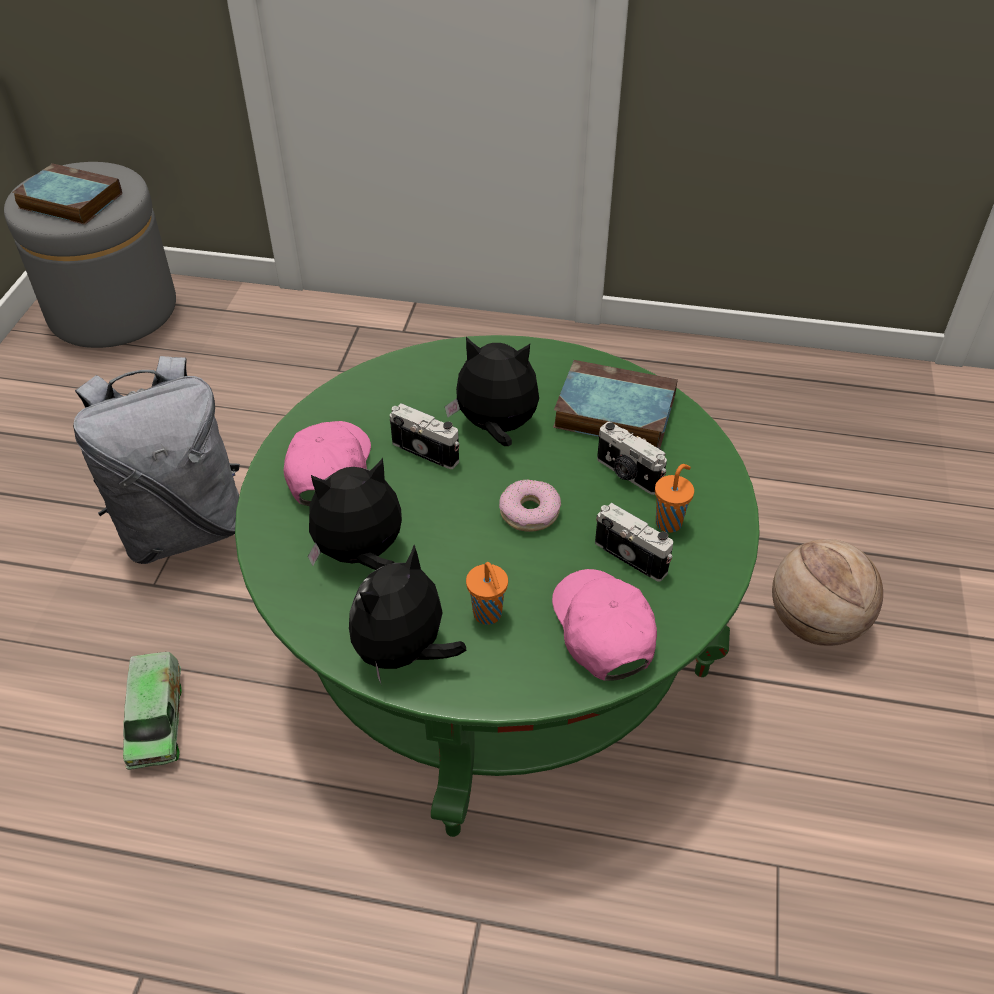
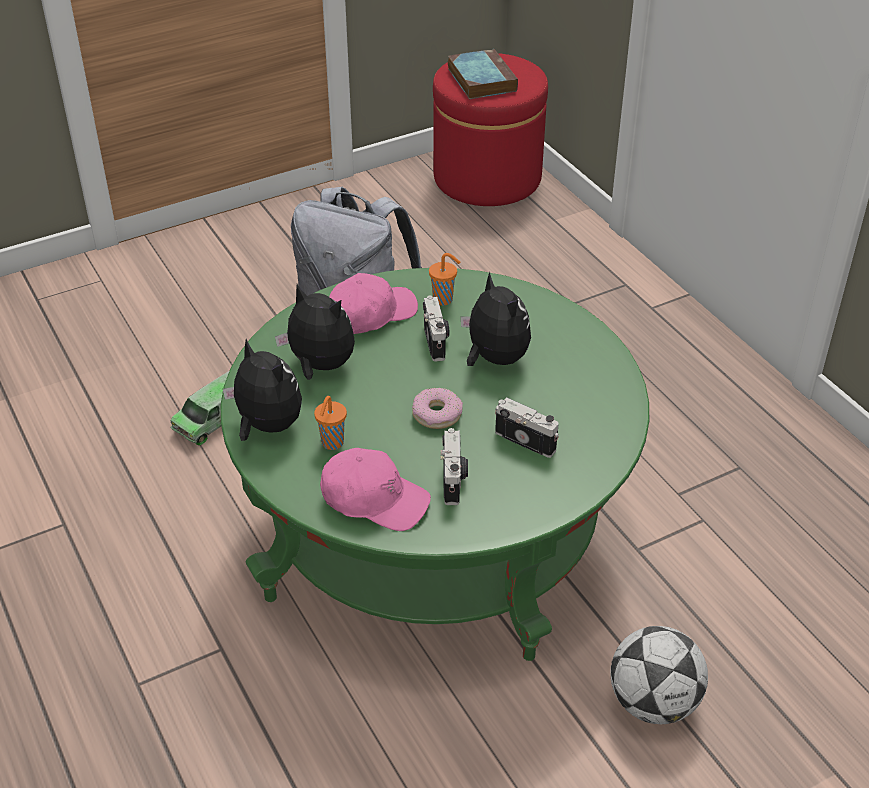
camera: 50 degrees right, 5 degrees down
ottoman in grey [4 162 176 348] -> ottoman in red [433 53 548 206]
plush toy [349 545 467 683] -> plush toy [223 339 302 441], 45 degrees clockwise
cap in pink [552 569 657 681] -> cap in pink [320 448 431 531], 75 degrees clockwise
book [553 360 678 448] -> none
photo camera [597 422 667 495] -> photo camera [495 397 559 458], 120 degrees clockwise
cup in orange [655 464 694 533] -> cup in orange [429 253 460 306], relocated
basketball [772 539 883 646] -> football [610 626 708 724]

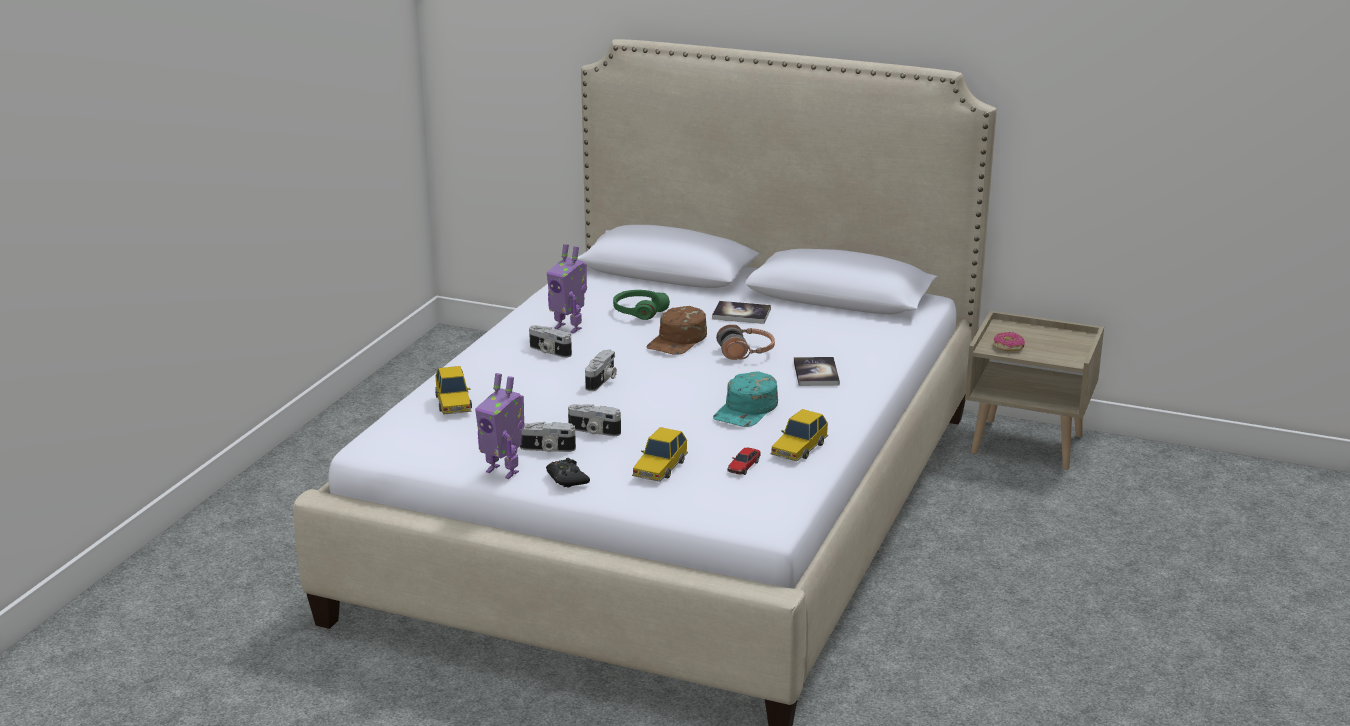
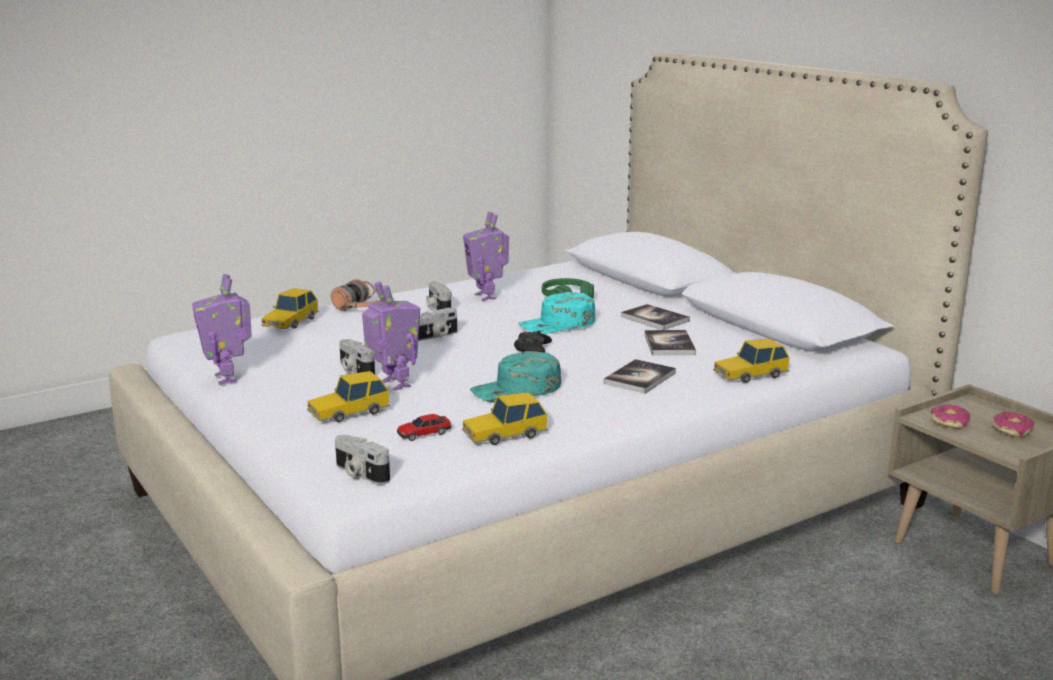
camera: 35 degrees right, 5 degrees down
photo camera [520 422 576 452] -> photo camera [335 435 390 485], relocated
game controller in black [546 458 590 487] -> game controller in black [514 331 552 352], relocated
cap in brown [647 306 707 355] -> cap in turquoise [518 292 595 334]
headphones [716 324 775 360] -> headphones [331 279 386 311], relocated
none -> toy robot [362 282 420 391]
none -> book [645 330 696 356]
none -> toy car [713 339 790 383]
none -> donut [993 412 1034 437]

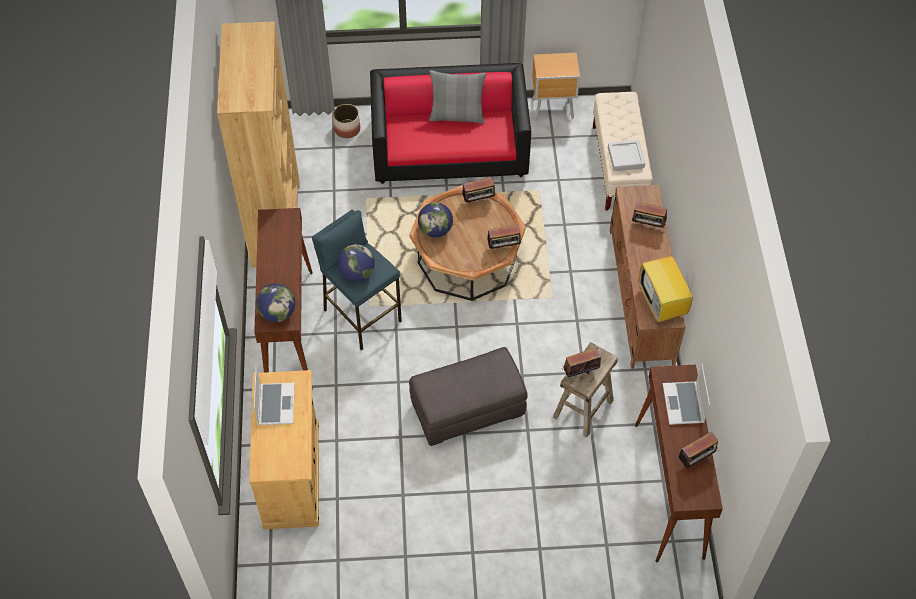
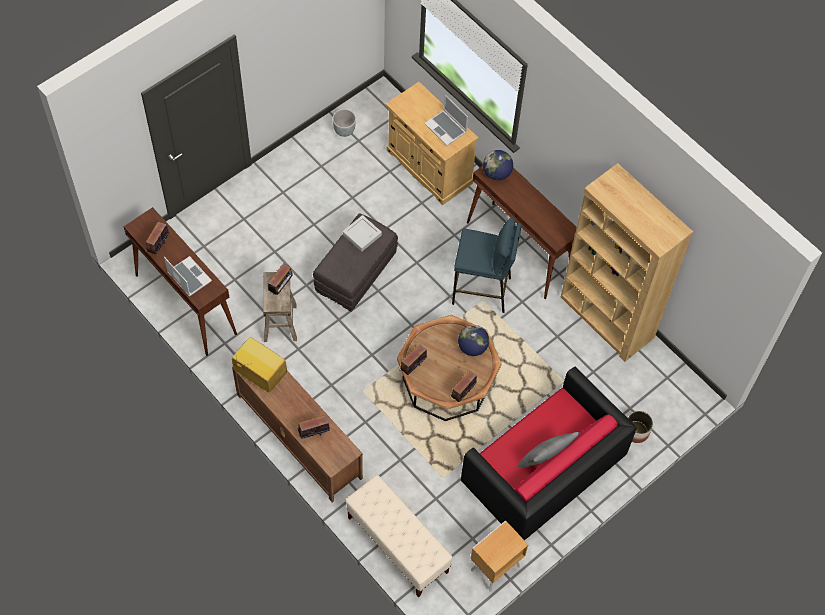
camera: 140 degrees right, 5 degrees up
globe [337 244 375 282] -> none
tray in grey [608 140 645 171] -> tray in grey [343 215 382 252], relocated
none -> planter in grey [333 109 356 137]

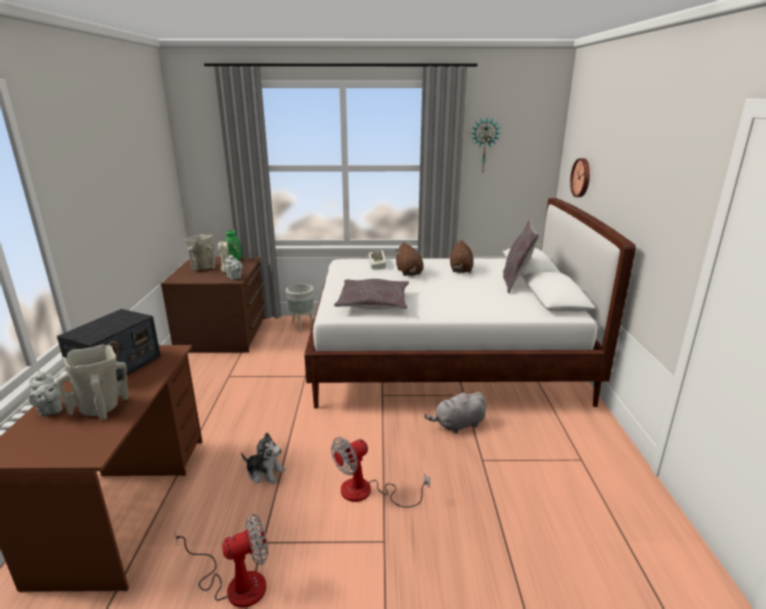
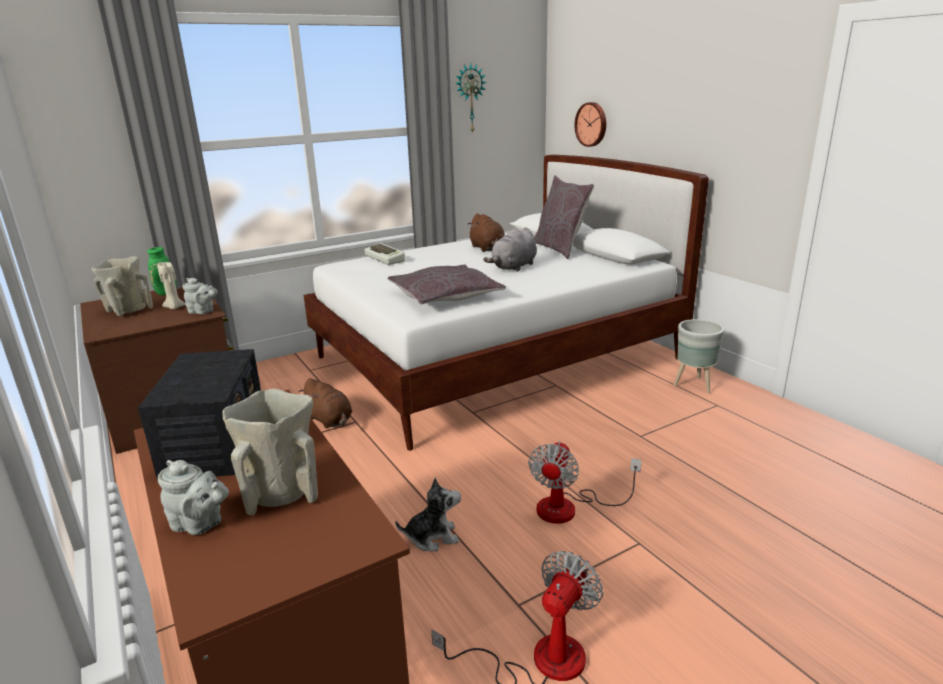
camera: 30 degrees left, 0 degrees up
planter in grey [286 284 314 331] -> planter in grey [674 319 724 393], relocated
plush toy in brown [395 243 423 276] -> plush toy in brown [299 378 352 428], relocated
plush toy in grey [424 392 486 434] -> plush toy in grey [483 227 537 271], relocated

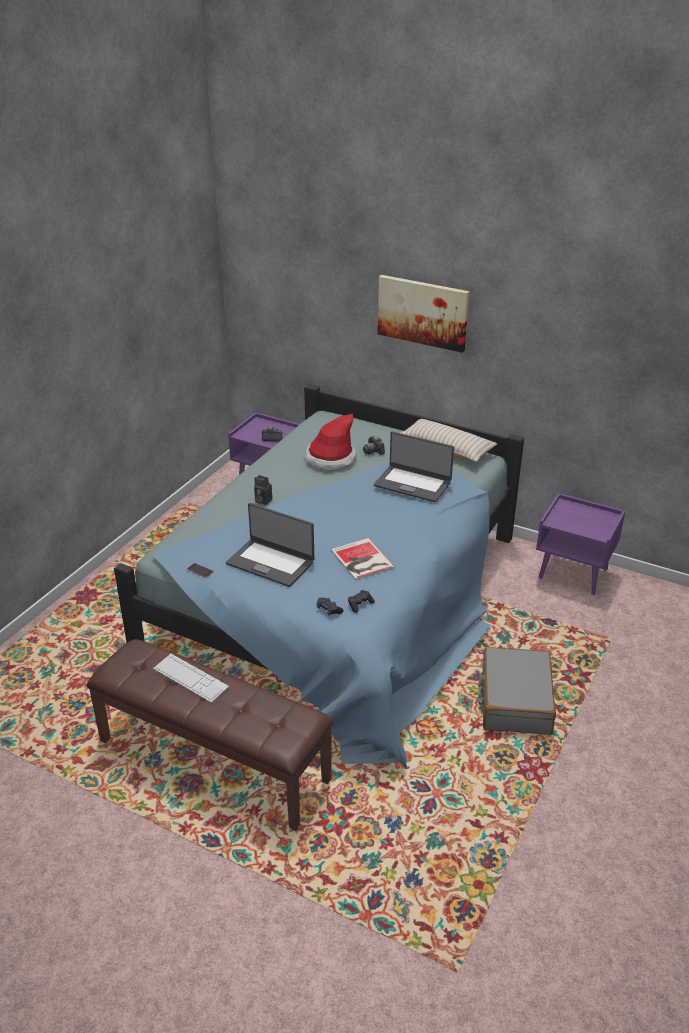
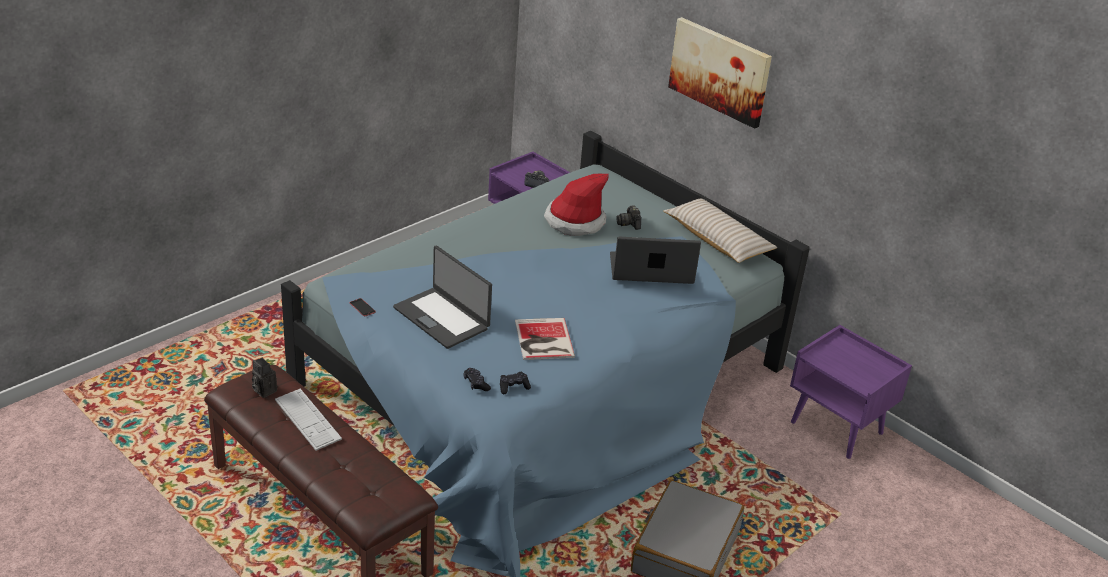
camera: 15 degrees right, 0 degrees up
photo camera [254 475 272 505] -> photo camera [252 358 277 398], relocated
laptop [374 432 454 502] -> laptop [610 237 701 284], 135 degrees clockwise

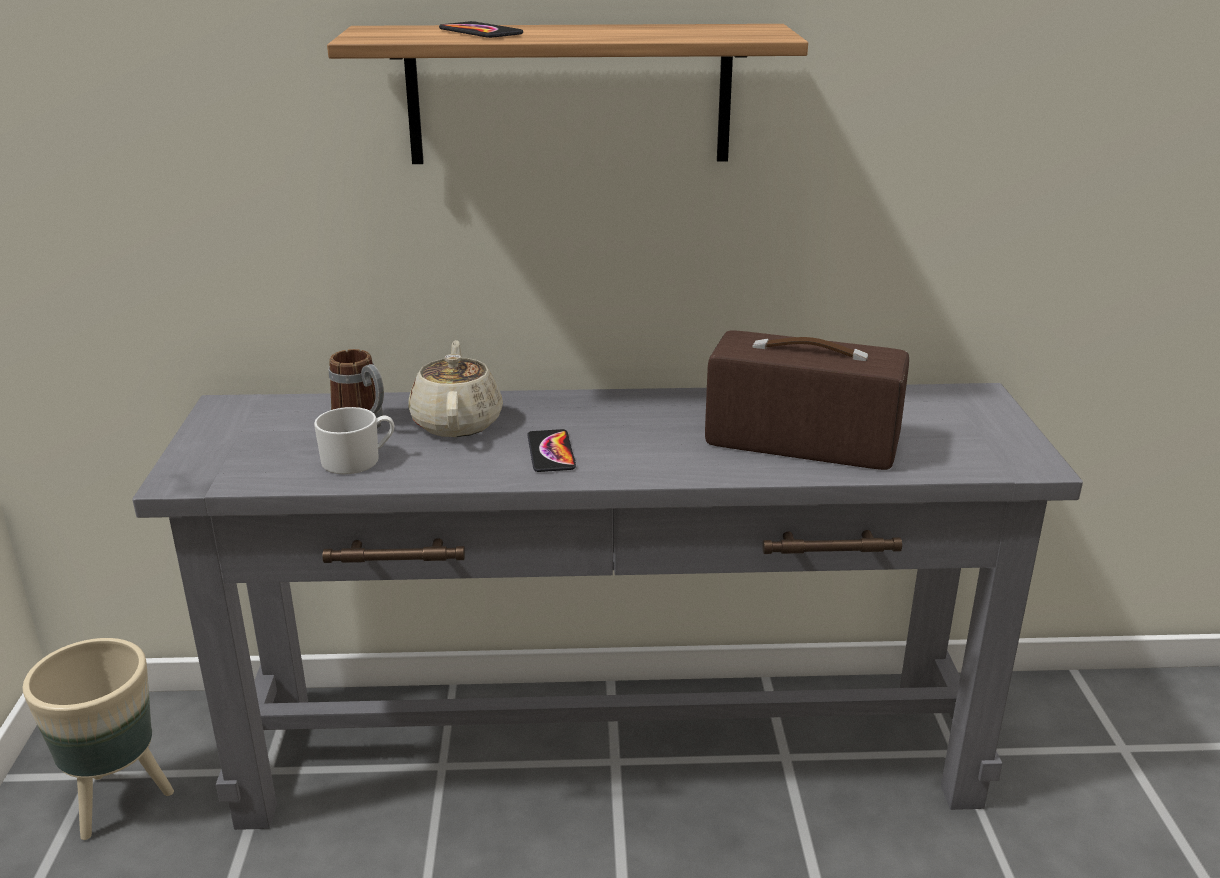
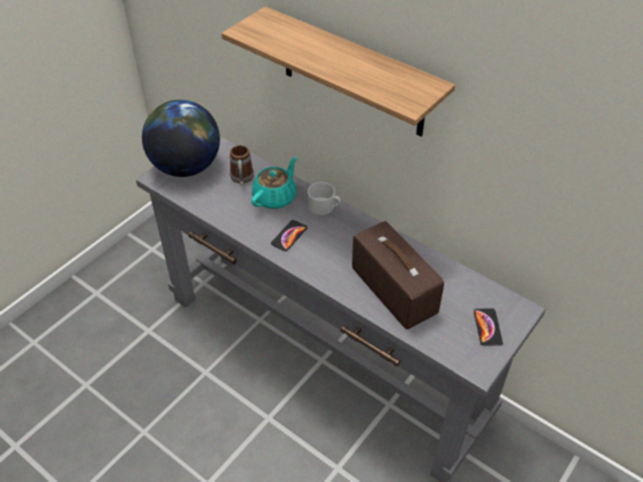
camera: 40 degrees right, 20 degrees up
planter in beige [22 638 174 840] -> none
mug in white [314 407 394 474] -> mug in white [307 182 341 215], relocated
teapot in beige [408 340 503 437] -> teapot in turquoise [251 157 297 209]
phone [439 21 523 38] -> phone [474 308 503 346], relocated
none -> globe [142 100 220 177]

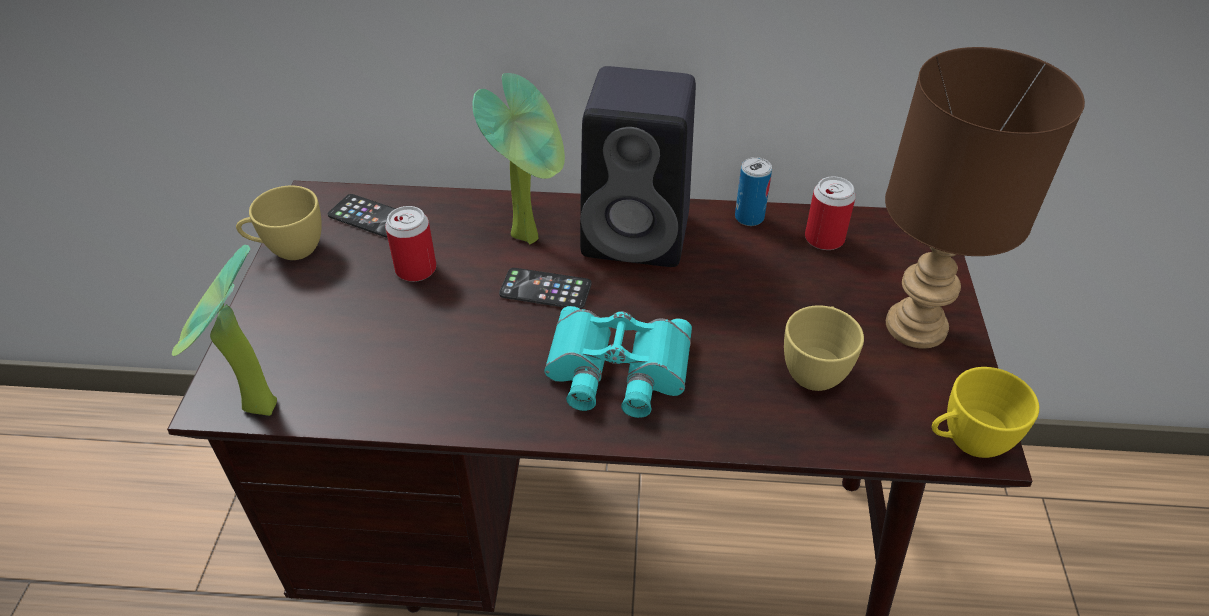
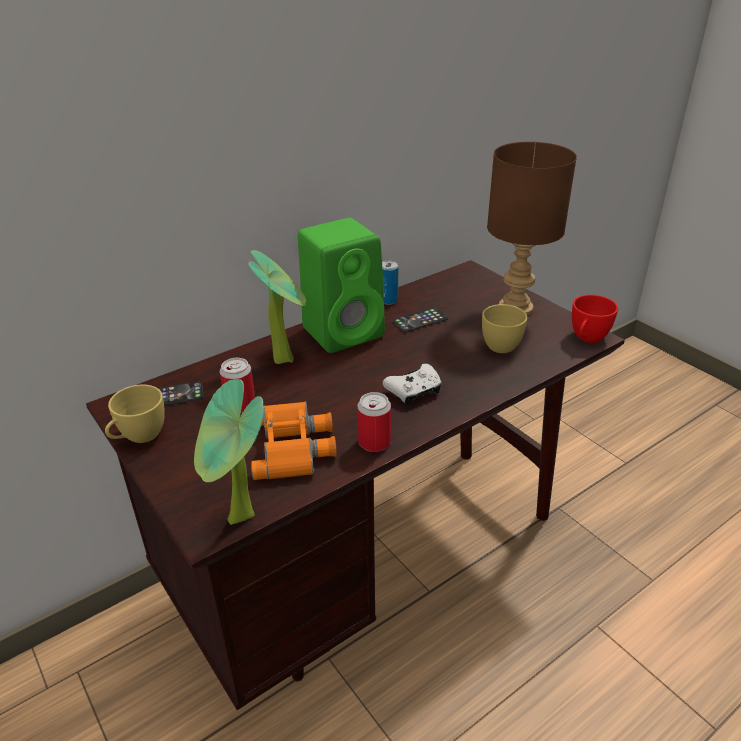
camera: 40 degrees left, 10 degrees down
phone [499 268 591 309] -> phone [393 307 448 332], relocated
binoculars in turquoise [544 306 692 418] -> game controller in white [383 364 442 405]
speaker in black [580 66 696 267] -> speaker in green [298 218 385 353]
can [805 176 856 250] -> can [357 392 391 452], relocated
cup in yellow [932 367 1039 458] -> cup in red [572 295 618 343]
none -> binoculars in orange [251 402 337 480]

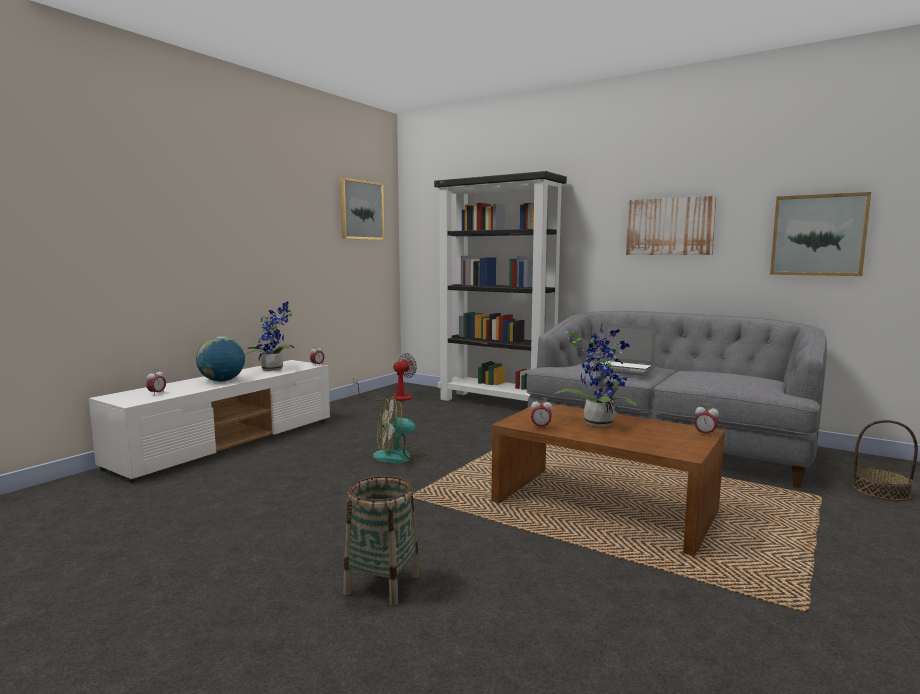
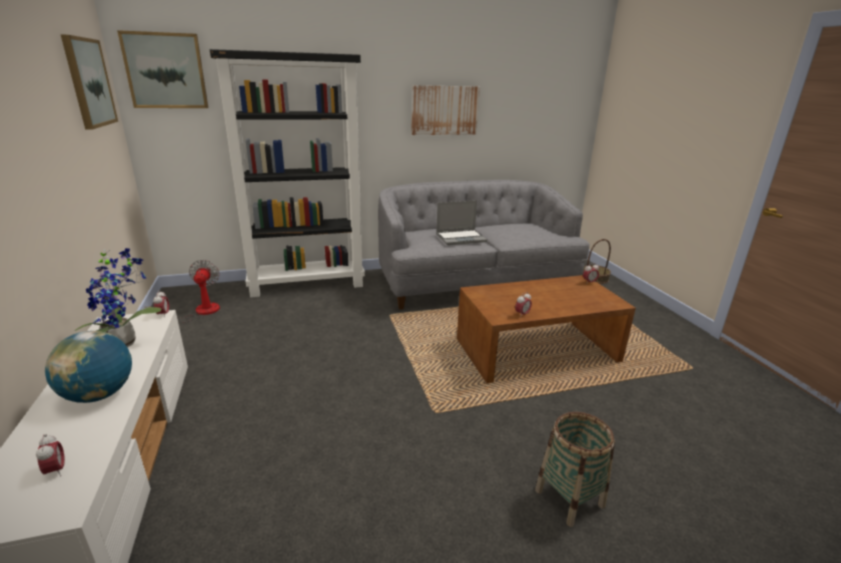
camera: 50 degrees left, 15 degrees up
fan [373 397 429 464] -> none
potted plant [553 325 637 427] -> none
picture [770 192 871 276] -> picture [117 30 208 108], relocated

